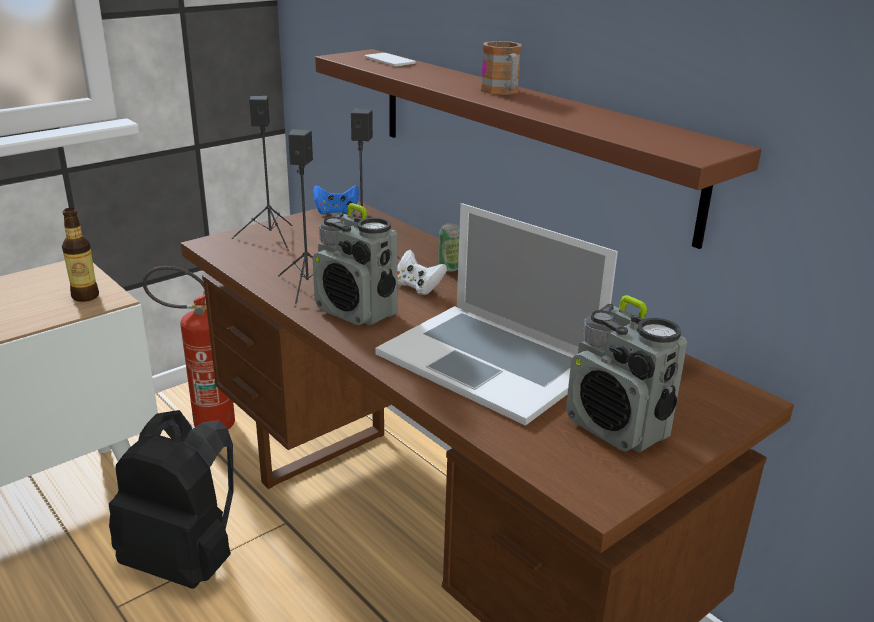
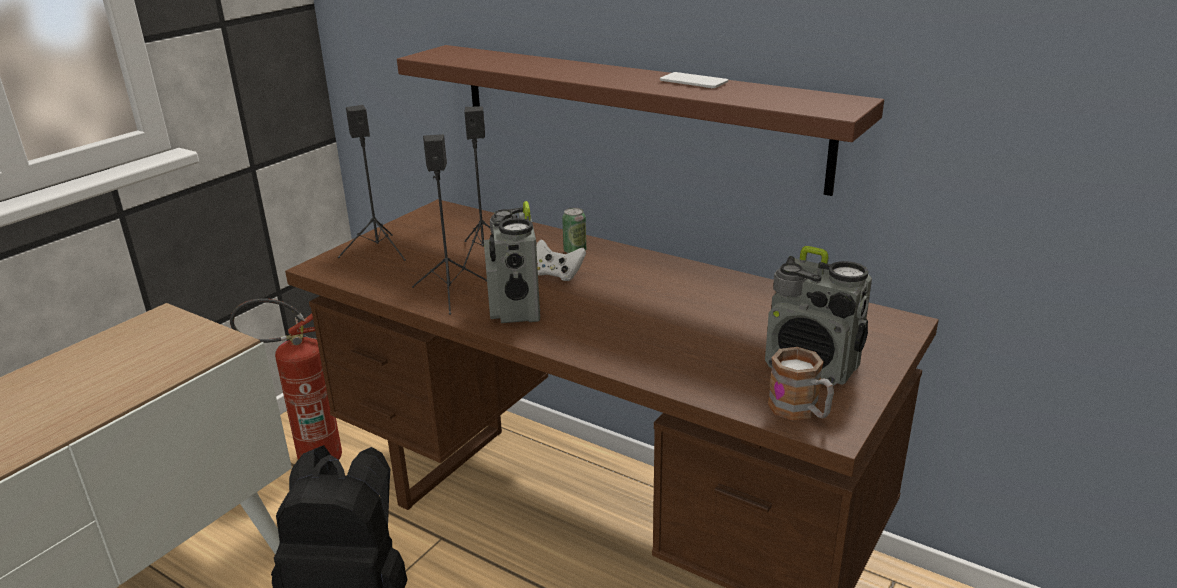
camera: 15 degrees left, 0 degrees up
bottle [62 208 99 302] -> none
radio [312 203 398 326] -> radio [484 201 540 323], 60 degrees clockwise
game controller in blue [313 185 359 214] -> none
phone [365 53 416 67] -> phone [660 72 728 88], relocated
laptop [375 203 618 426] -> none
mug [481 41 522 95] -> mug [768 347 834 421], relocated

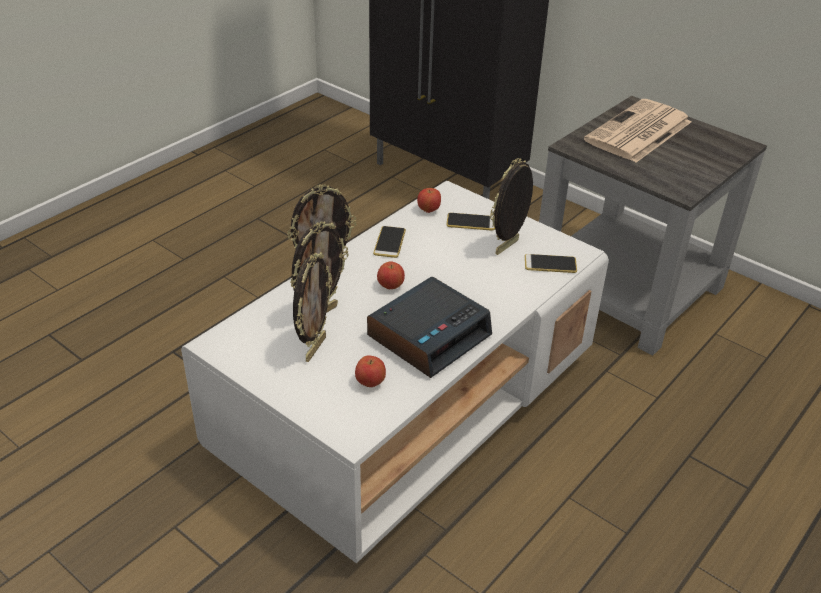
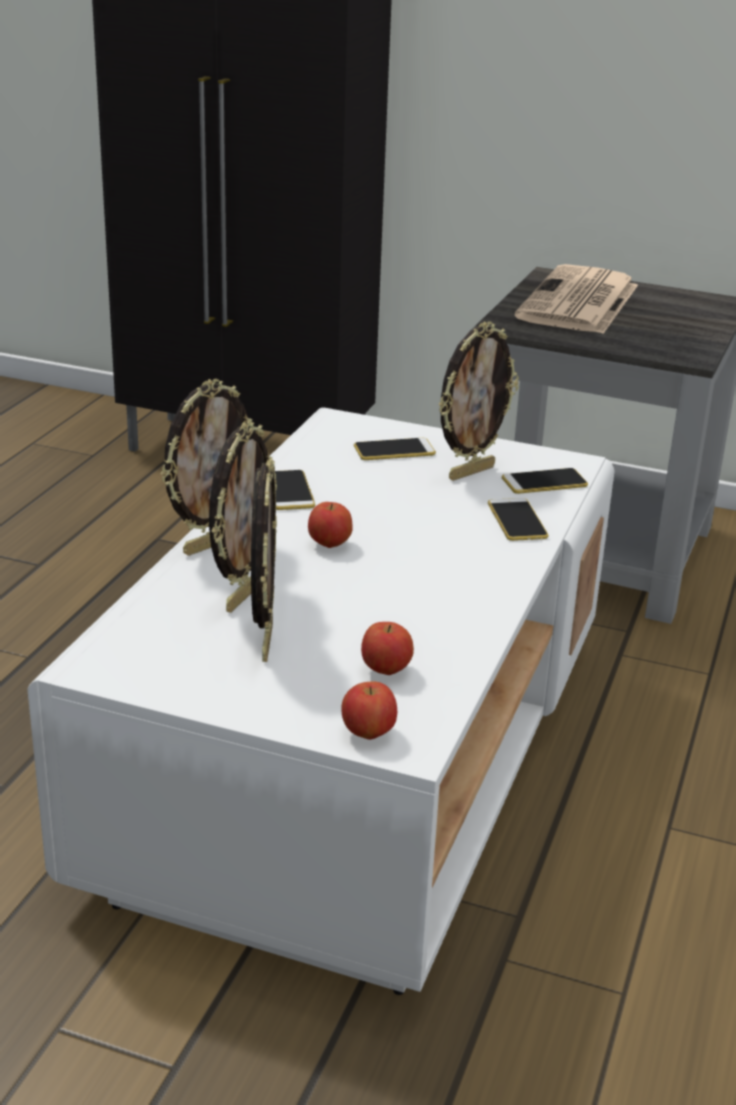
camera: 20 degrees left, 10 degrees down
alarm clock [367 276 492 378] -> none
apple [417 188 441 213] -> apple [341 682 397 740], relocated
picture frame [490 158 533 255] -> picture frame [438 322 519 481], 150 degrees counterclockwise
none -> phone [488 498 549 541]

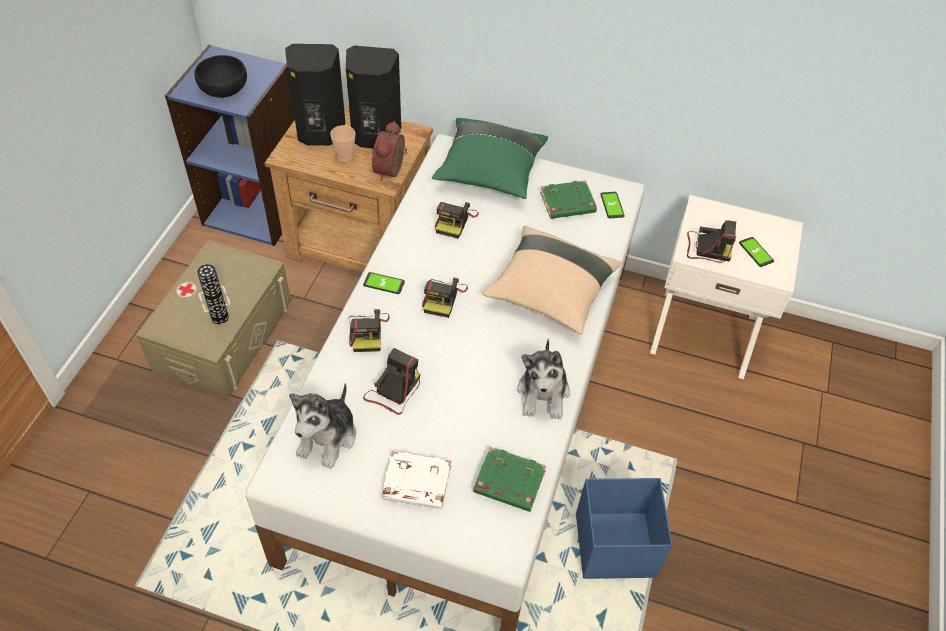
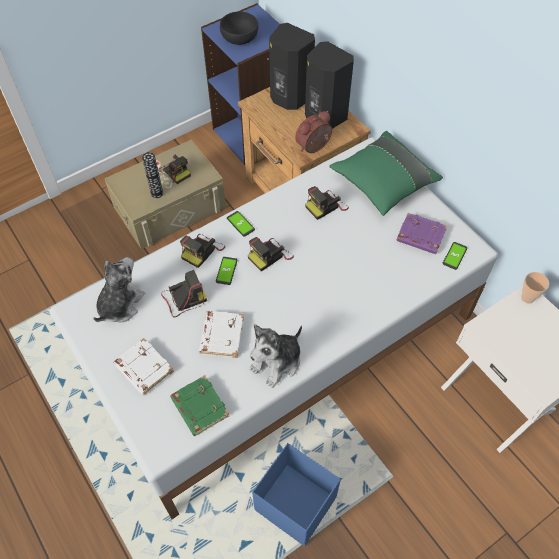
camera: 40 degrees right, 5 degrees up
plush toy [289 383 356 469] -> plush toy [93 257 145 323], 150 degrees clockwise
cup [330 125 355 162] -> cup [521 272 549 304], relocated
pillow in beige [482 226 621 335] -> none
book in green [540 180 597 219] -> book in purple [396 213 447 254]
photo camera [687 220 736 262] -> photo camera [159 154 191 184], relocated
phone [739 237 774 267] -> phone [216 257 237 285], relocated
none -> book in white [199 311 244 358]

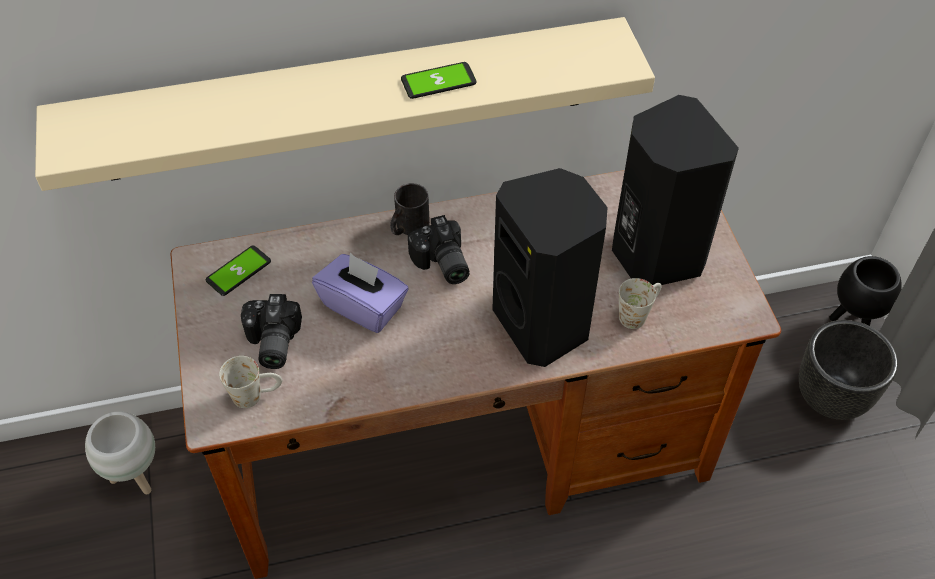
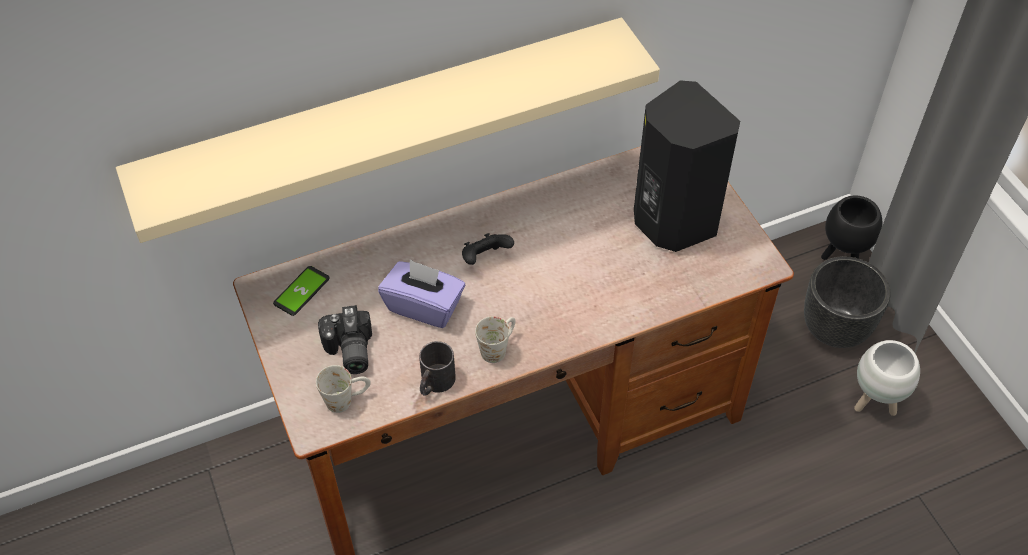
camera: 10 degrees left, 0 degrees up
planter in white [85 412 155 494] -> planter in white [854 340 920 416], relocated
mug in black [390 183 430 235] -> mug in black [419 341 456 396], relocated
phone [401 62 477 99] -> none
photo camera [408 215 469 284] -> game controller in black [462 233 514 265]
speaker in black [492 168 608 367] -> none
mug in white [619 278 661 329] -> mug in white [475 316 515 363], relocated

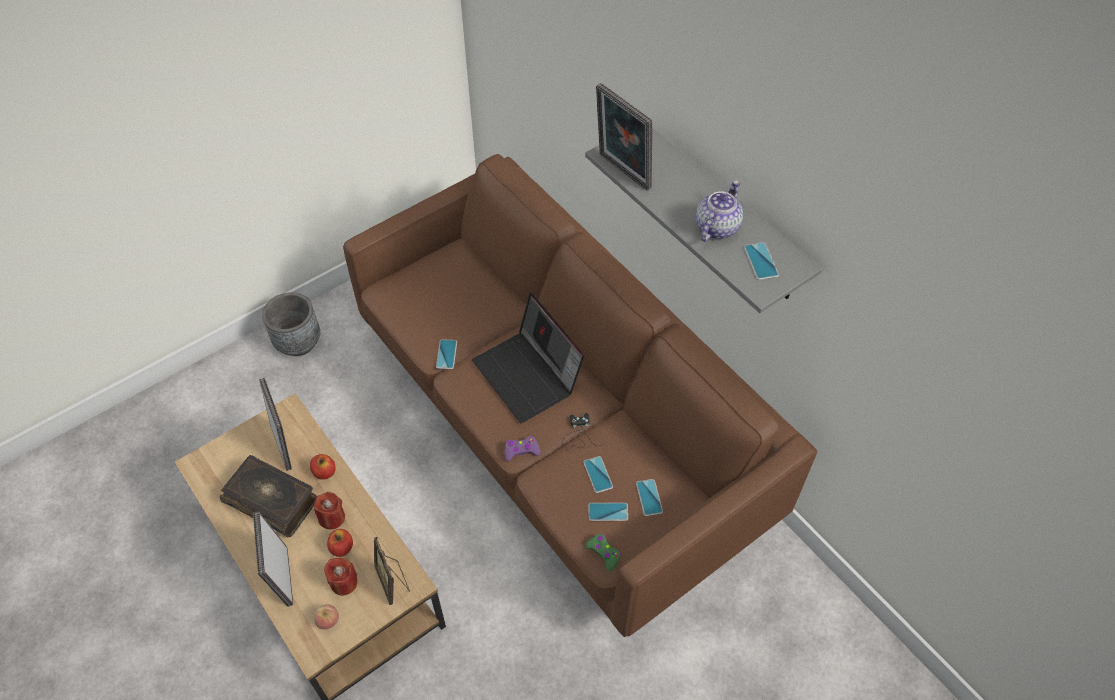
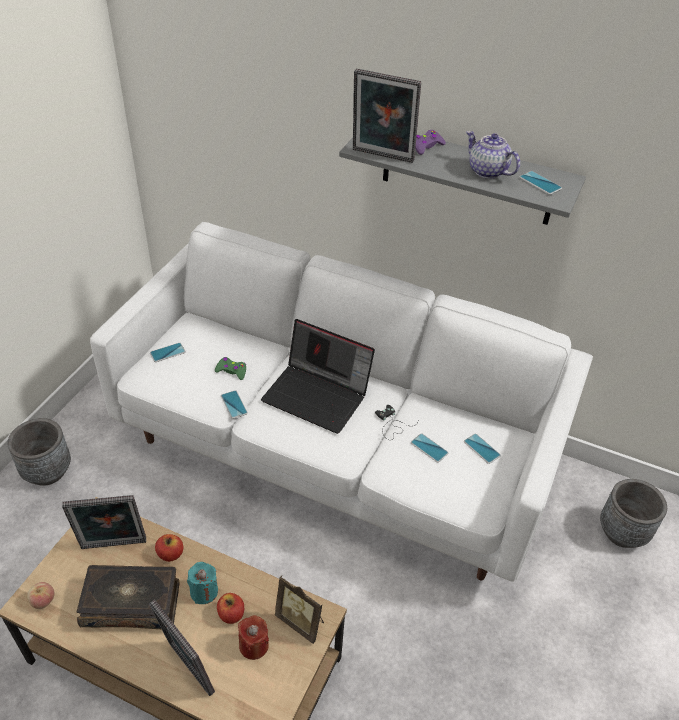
camera: 30 degrees left, 10 degrees down
picture frame [259 378 292 471] -> picture frame [62 495 146 549], 135 degrees clockwise
candle in red [314 492 345 529] -> candle in turquoise [187 562 218 604]
apple [314 604 339 629] -> apple [27 582 55 609], relocated
sofa in brown [343 154 818 637] -> sofa in white [90 222 593 582]
game controller in purple [505 436 541 461] -> game controller in purple [415 130 446 155], relocated
game controller in green [584 534 621 572] -> game controller in green [215 357 246 380], relocated
phone [588 503 628 521] -> phone [150 343 186 362], relocated
teapot [696 180 743 242] -> teapot [466 131 520 179], 45 degrees counterclockwise
none -> planter in grey [600 479 667 548]

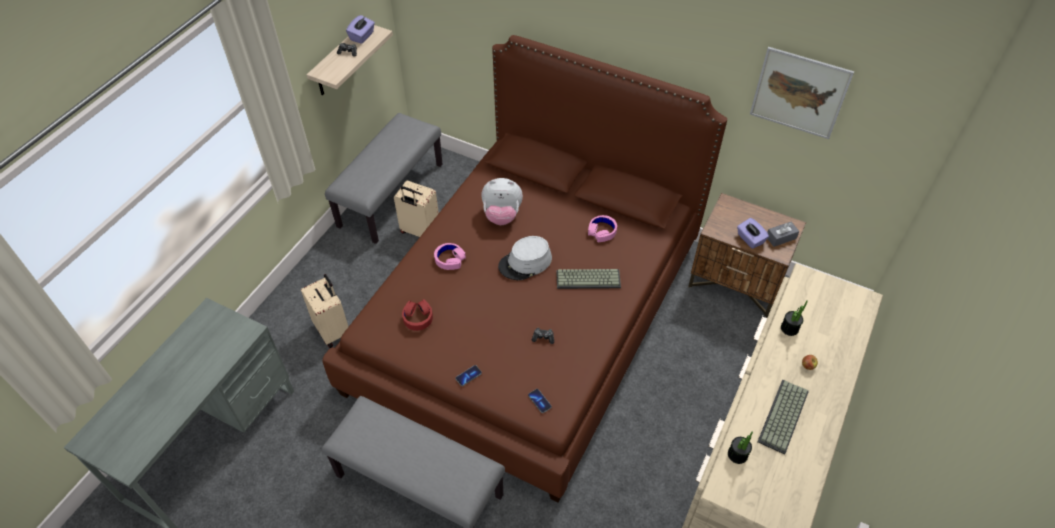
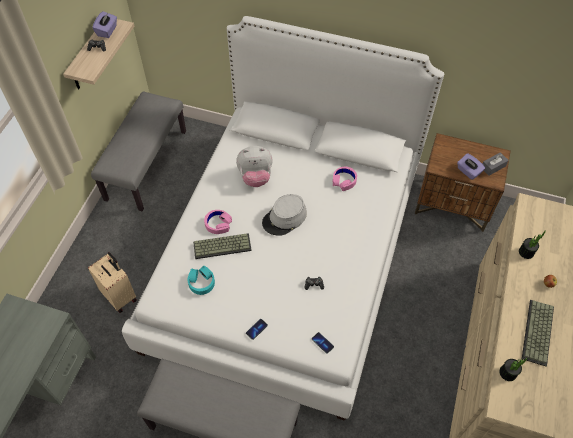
camera: 10 degrees left, 5 degrees up
bed in brown [322 35 727 503] -> bed in white [122 16 444 421]
suitcase in beige [394 181 439 237] -> none
headphones in red [402 299 433 331] -> headphones in turquoise [187 266 215 295]
keyboard [556 269 621 289] -> keyboard [193 234 252 259], relocated
picture [750 47 854 139] -> none

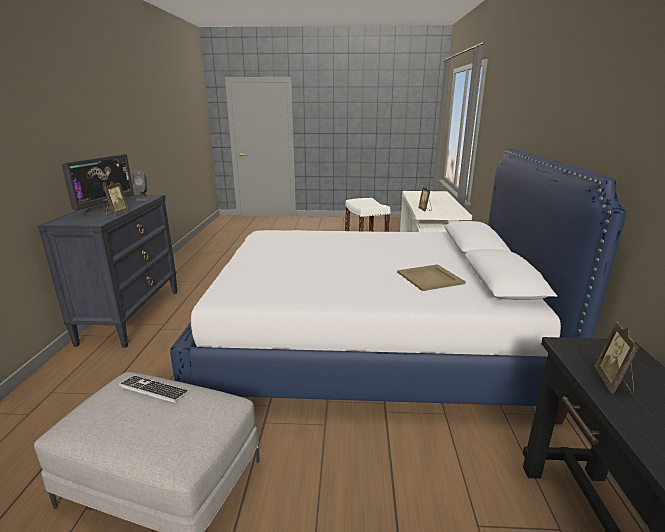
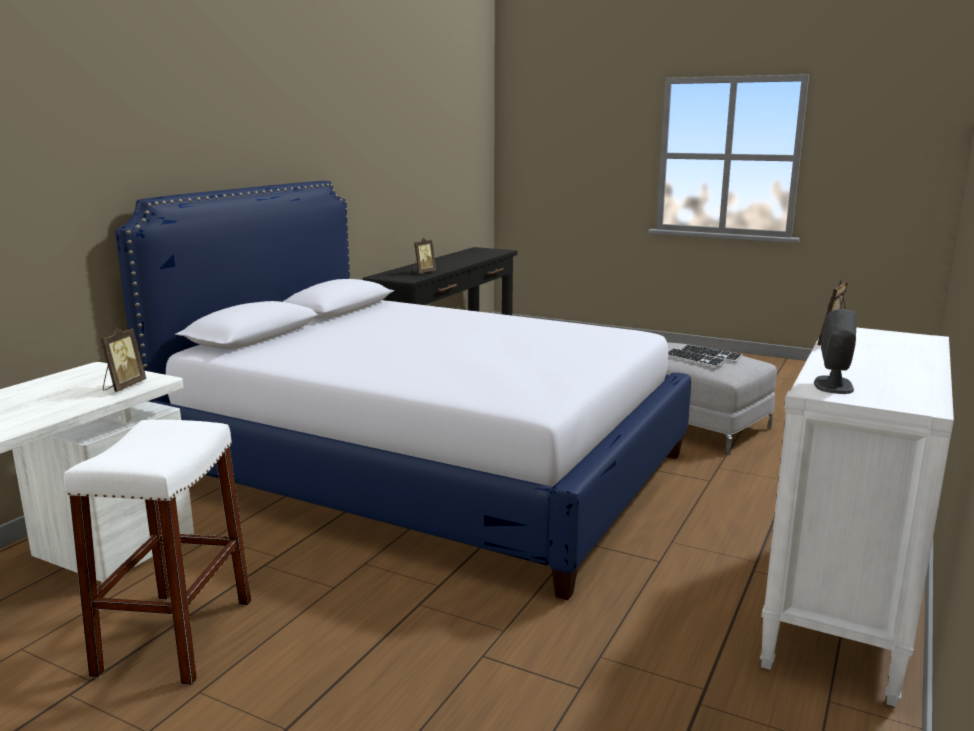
camera: 155 degrees left, 5 degrees down
dresser in black [37 195 178 348] -> dresser in white [760 327 954 707]
monitor [62 154 134 215] -> none
tray in beige [397 264 466 291] -> none
none -> keyboard [681 345 743 362]

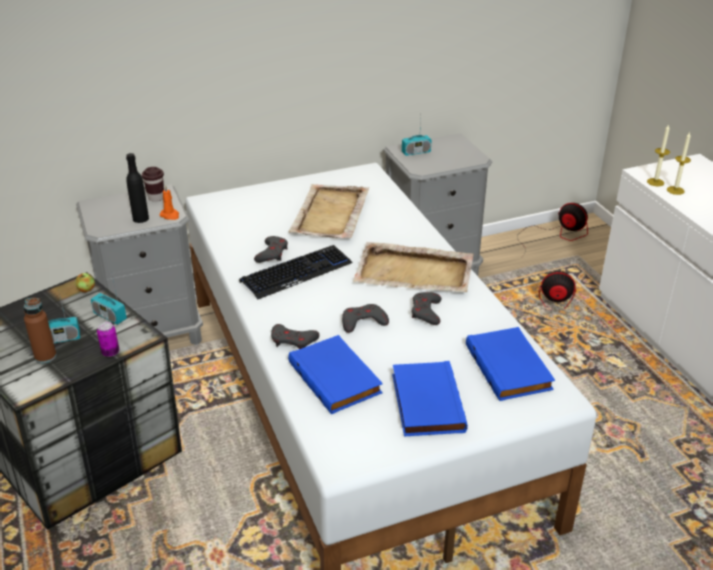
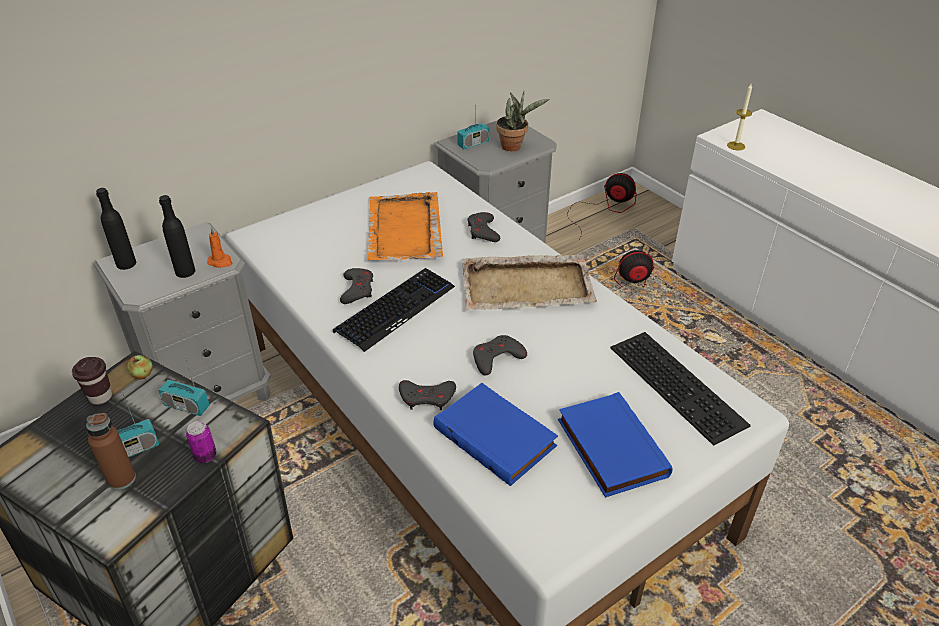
camera: 15 degrees left, 5 degrees up
cup in brown [142 167 164 202] -> cup in brown [72 357 112 405], relocated
tray in beige [289 184 369 238] -> tray in orange [368 192 443 261]
game controller in grey [411 292 441 325] -> game controller in grey [468 212 500 242], relocated
book in blue [466 327 555 401] -> keyboard [611 332 751 446]
candle [667 132 691 195] -> none
none -> bottle in black [96 188 136 270]
none -> potted plant [496 91 549 151]

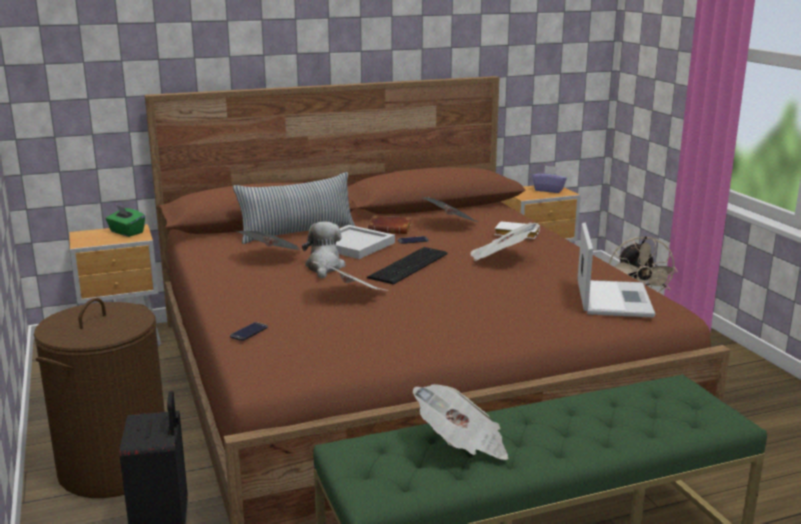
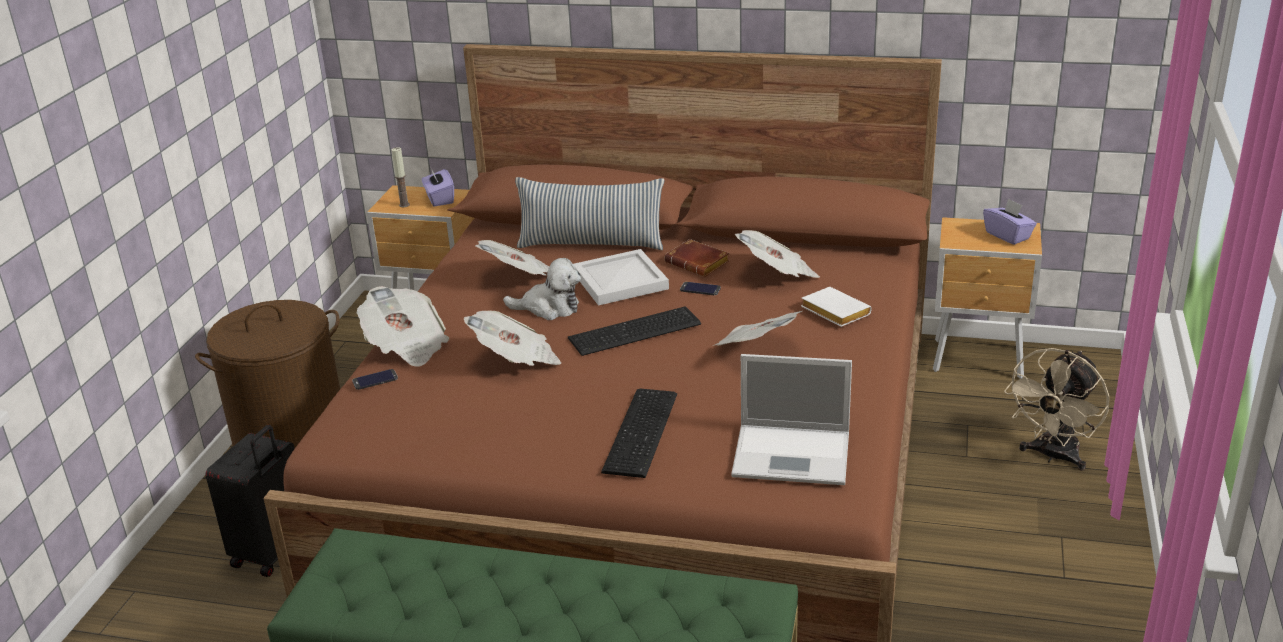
camera: 35 degrees right, 10 degrees up
tissue box in green [105 205 145 237] -> tissue box in purple [422 166 454 207]
plush toy [302 222 346 279] -> plush toy [503 258 581 320], 60 degrees clockwise
newspaper [413 384 509 460] -> newspaper [357 286 449 367], relocated
laptop [577 223 655 317] -> laptop [731 354 852 485], 60 degrees clockwise
none -> candle [391 147 410 207]
none -> keyboard [601 389 677 478]

